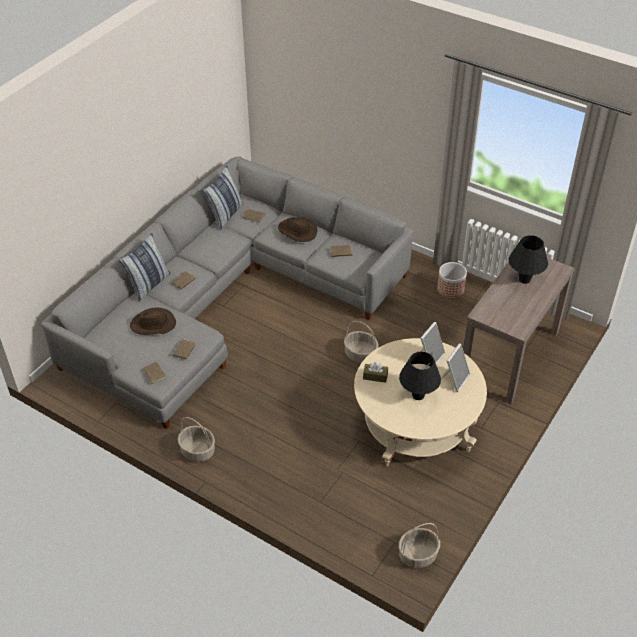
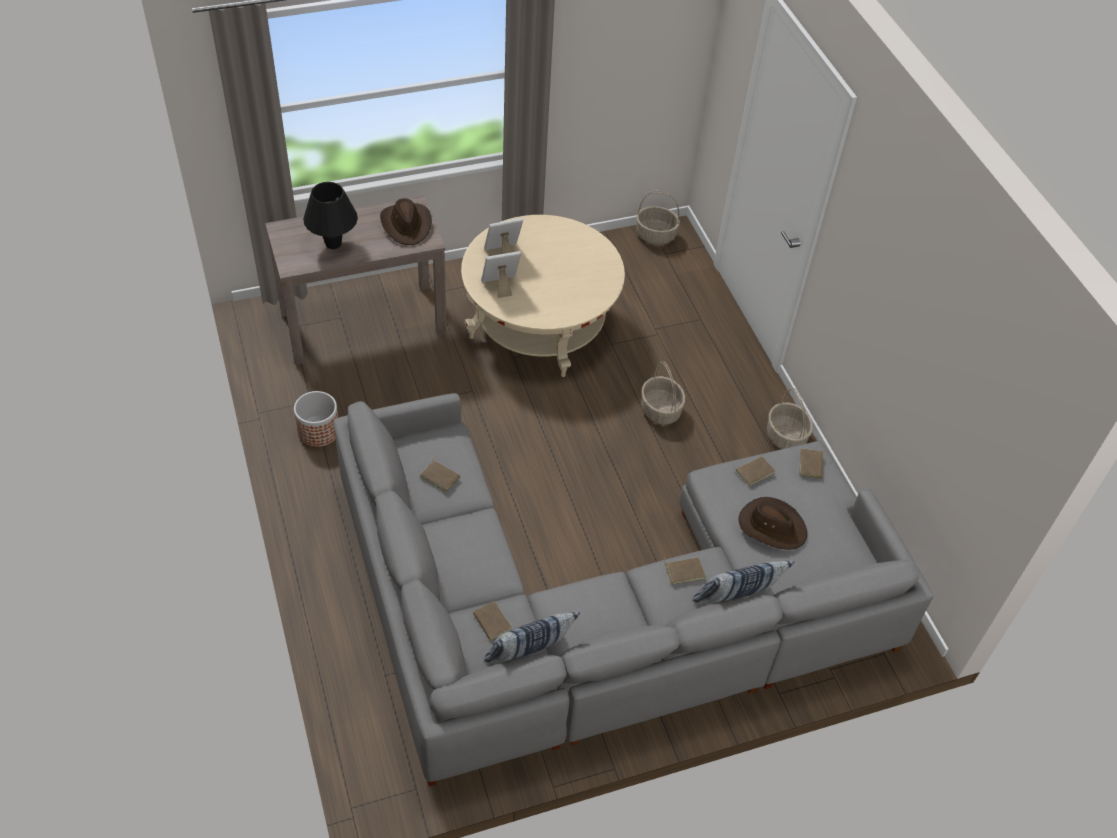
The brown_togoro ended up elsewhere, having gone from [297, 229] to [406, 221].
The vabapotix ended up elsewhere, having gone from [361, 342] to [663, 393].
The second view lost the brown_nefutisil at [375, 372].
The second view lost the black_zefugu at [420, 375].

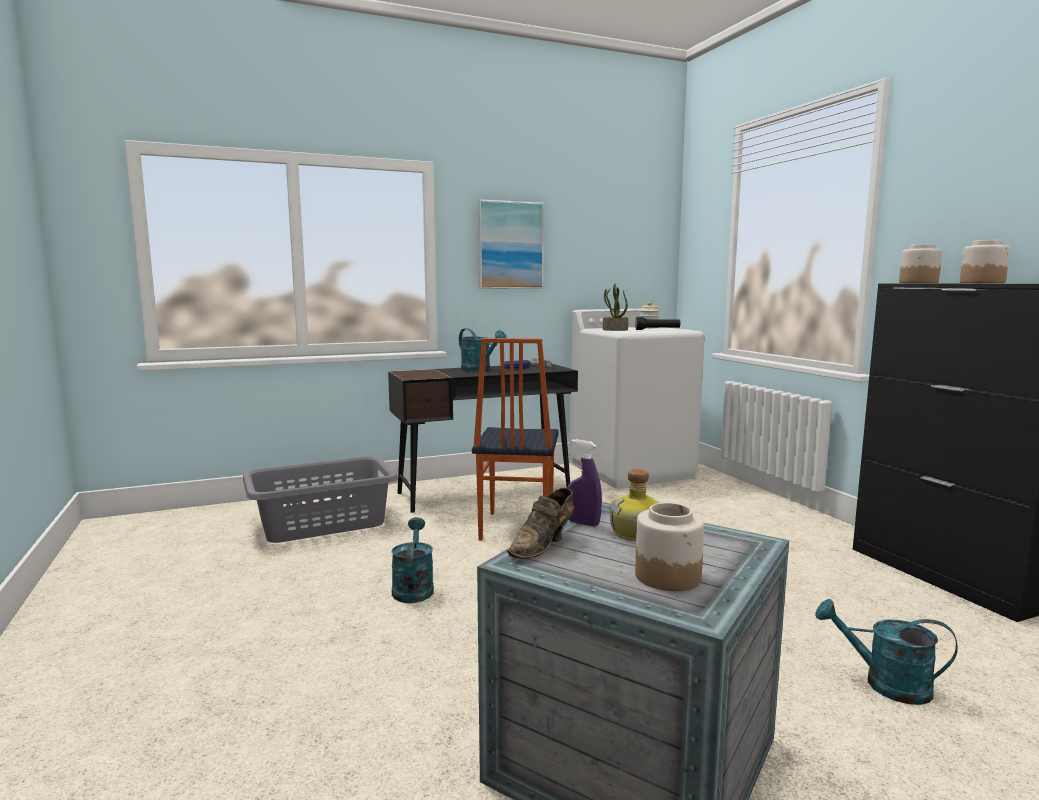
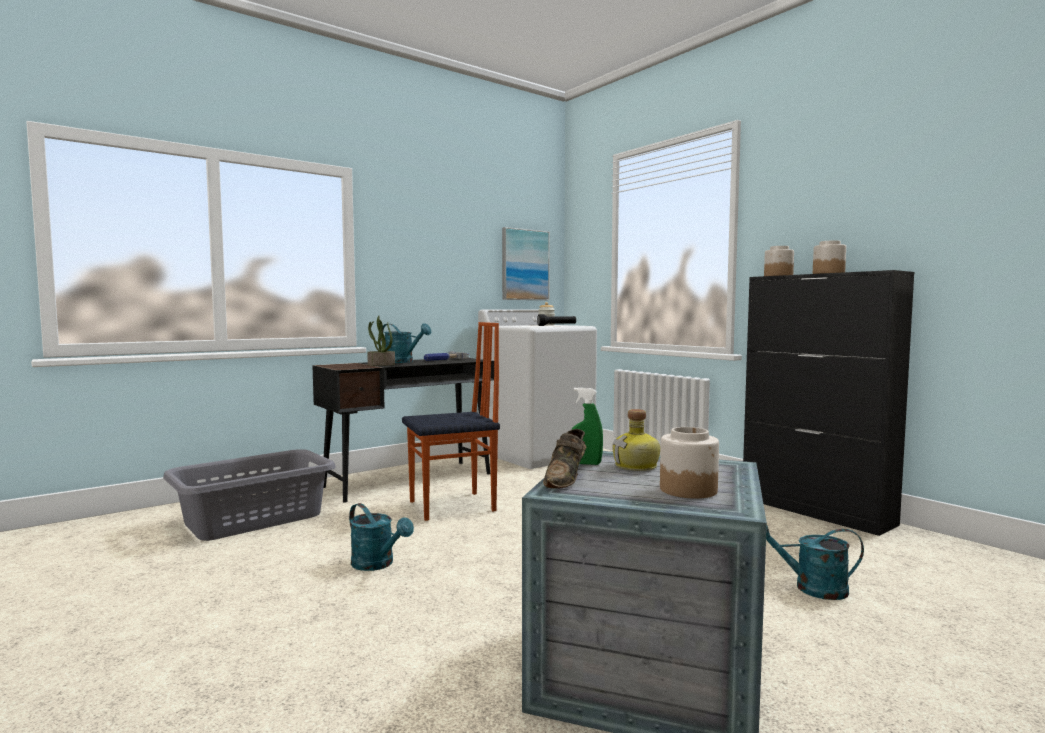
The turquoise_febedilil at [412, 560] ended up facing another way, 150 degrees clockwise from before.
The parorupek ended up elsewhere, having gone from [615, 307] to [381, 341].
The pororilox at [515, 439] ended up facing another way, 105 degrees counterclockwise from before.
The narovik ended up elsewhere, having gone from [511, 244] to [526, 263].
What was the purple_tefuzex at [584, 483] turned into the green_tefuzex at [587, 426].

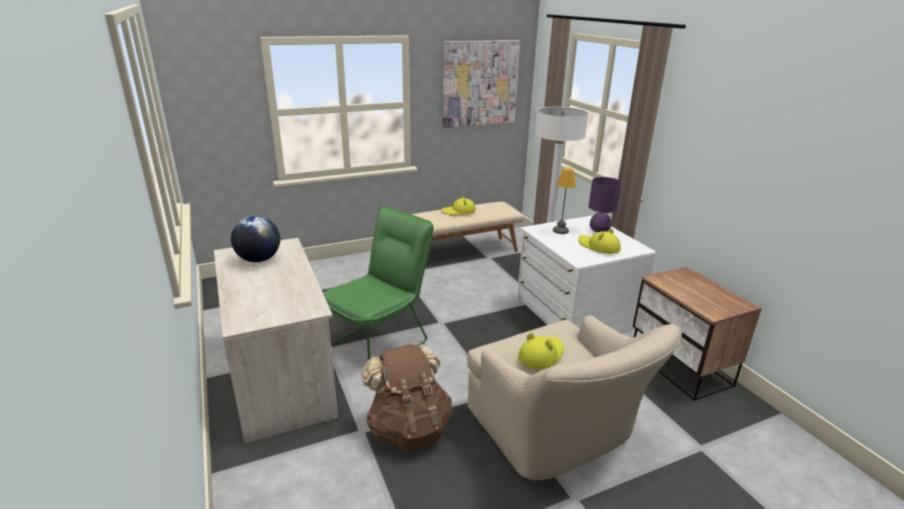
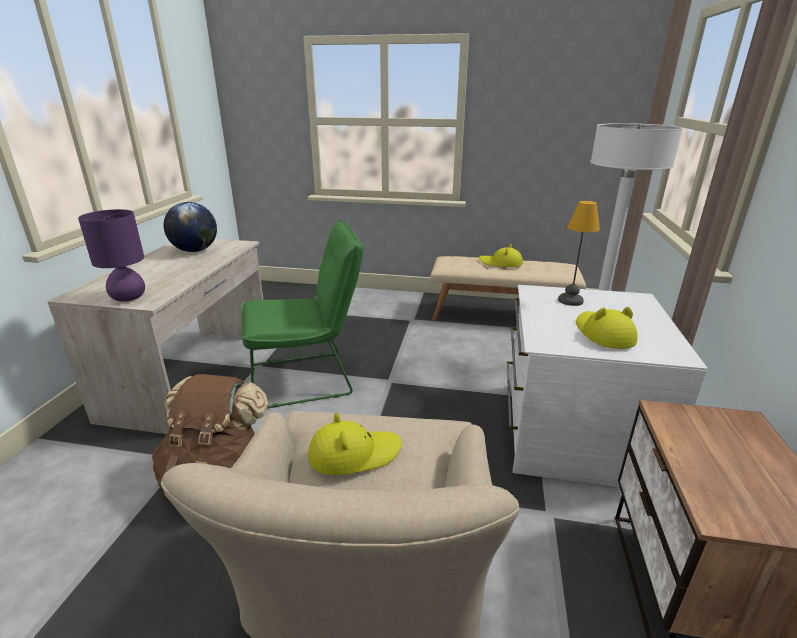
The purple_zefugu ended up elsewhere, having gone from [605, 204] to [111, 255].
The second view lost the narovik at [481, 84].

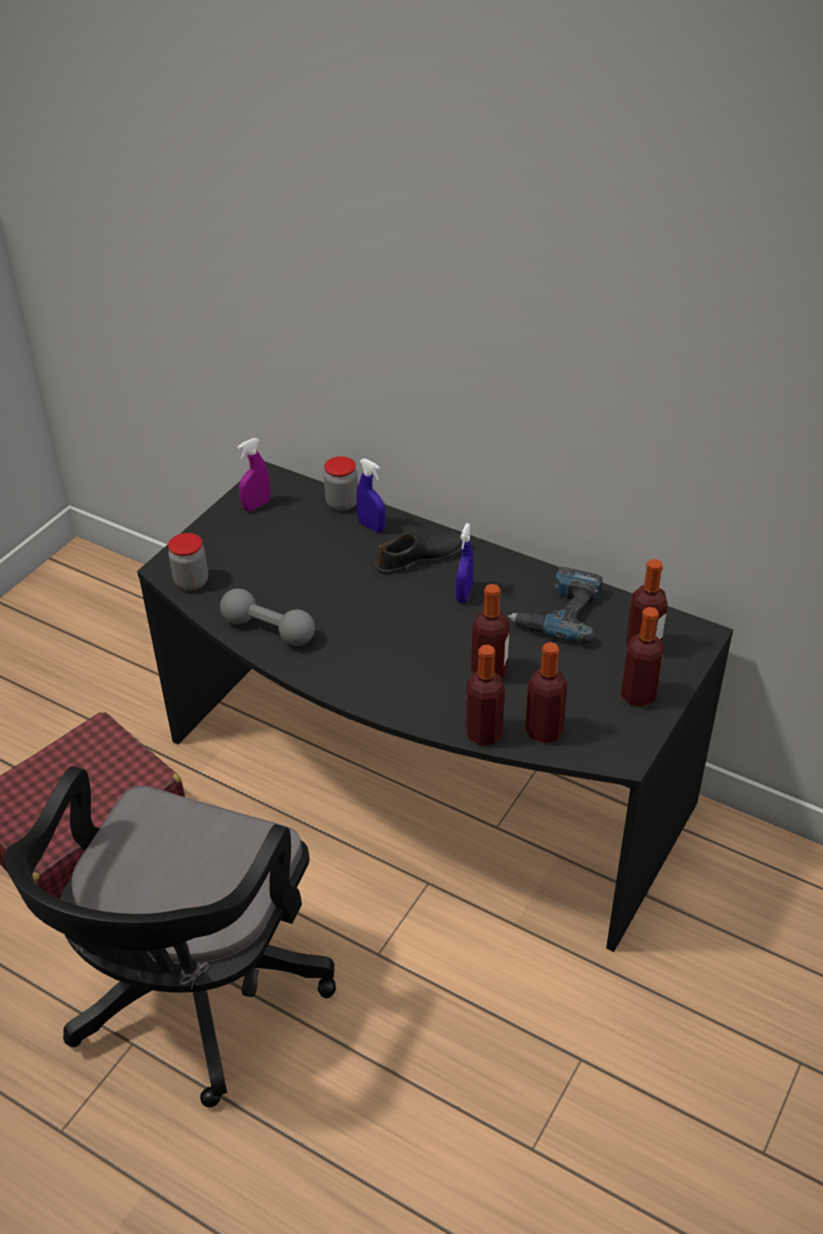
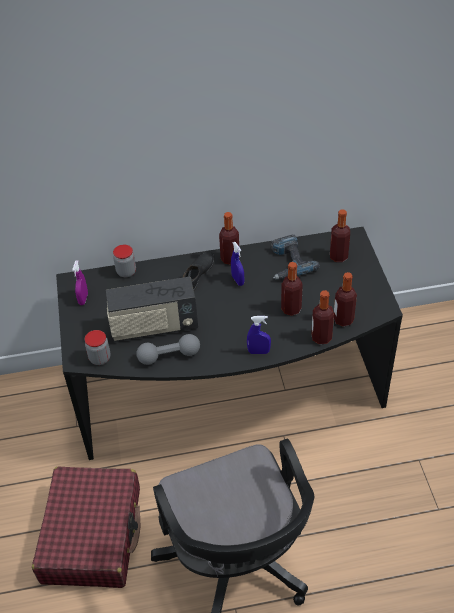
The second view gained the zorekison at [152, 309].
The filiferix ended up elsewhere, having gone from [642, 657] to [229, 238].
The blue_tefuzex ended up elsewhere, having gone from [371, 495] to [259, 335].

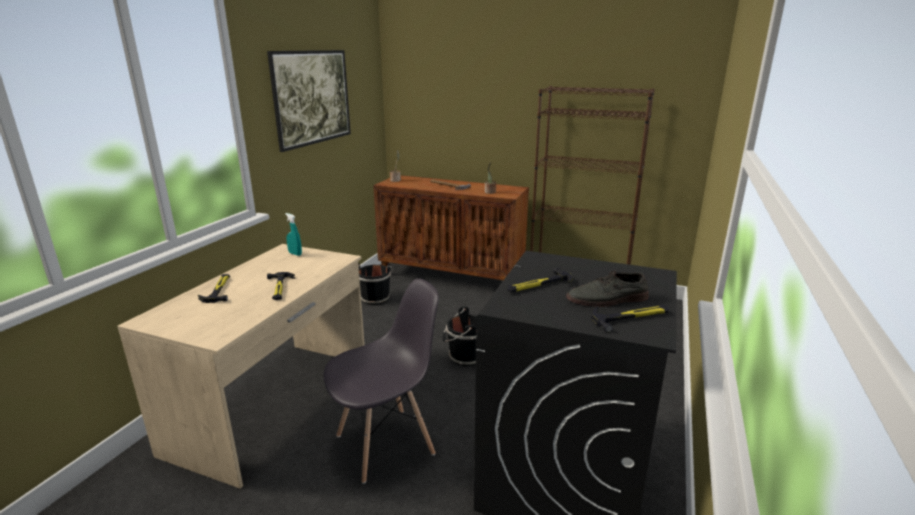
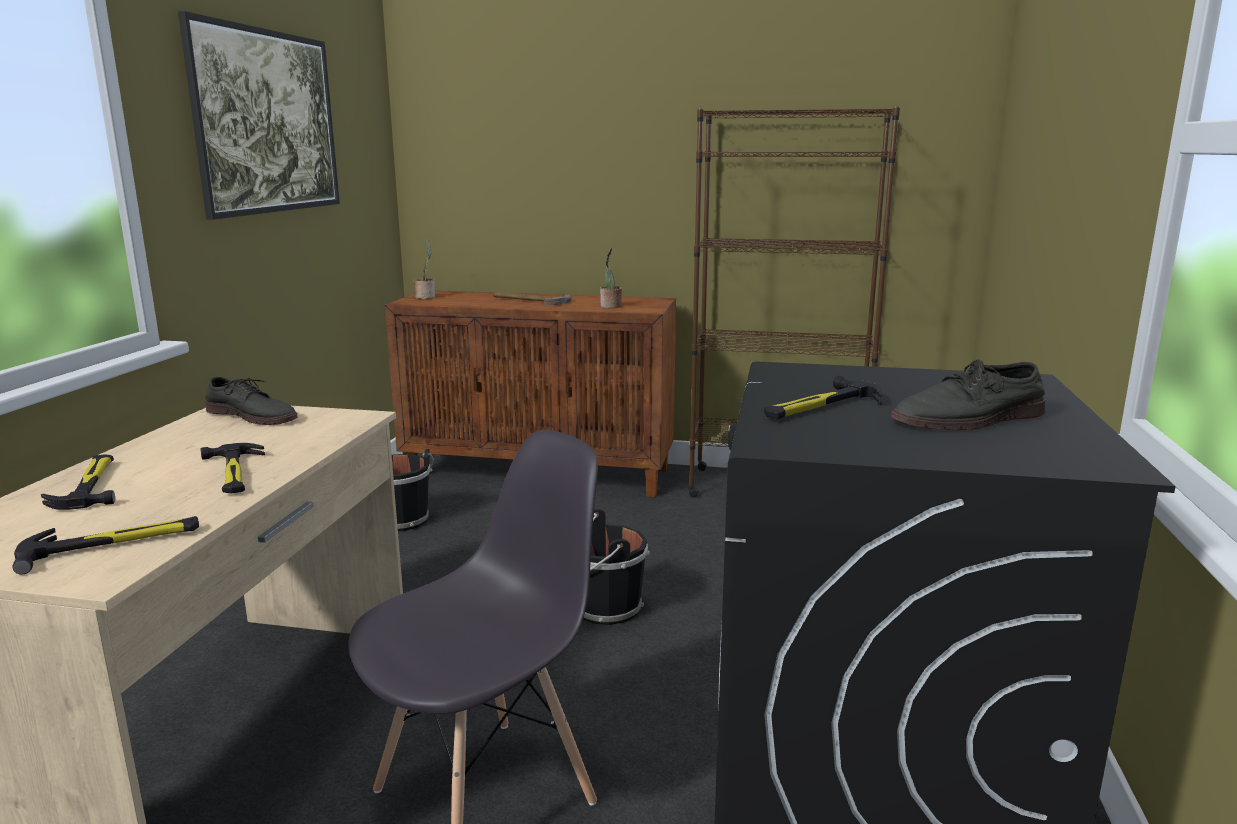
The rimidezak ended up elsewhere, having gone from [630, 318] to [105, 545].
Where the turquoise_tefuzex stood at [293, 234], the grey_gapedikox came to stand at [251, 401].

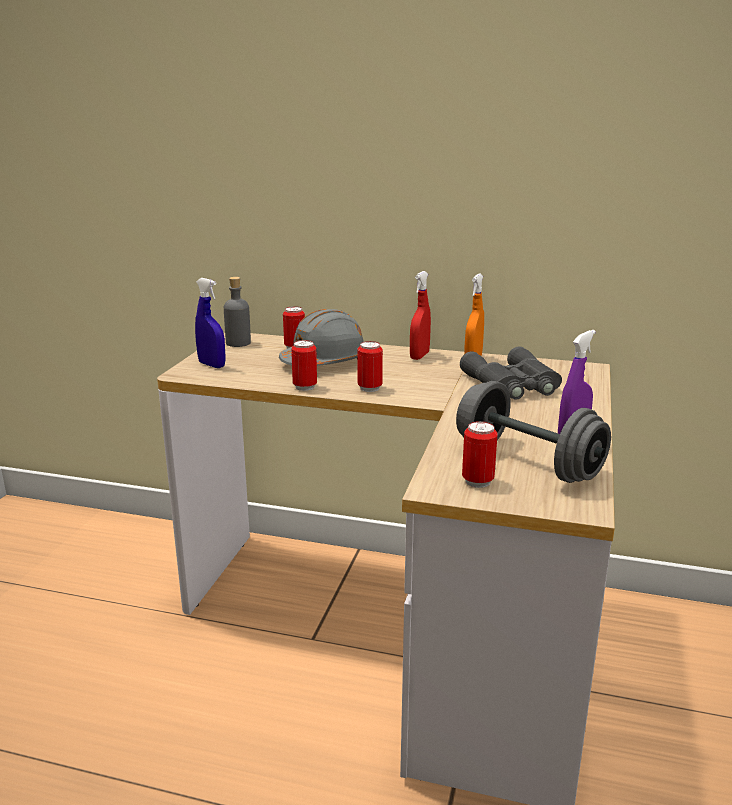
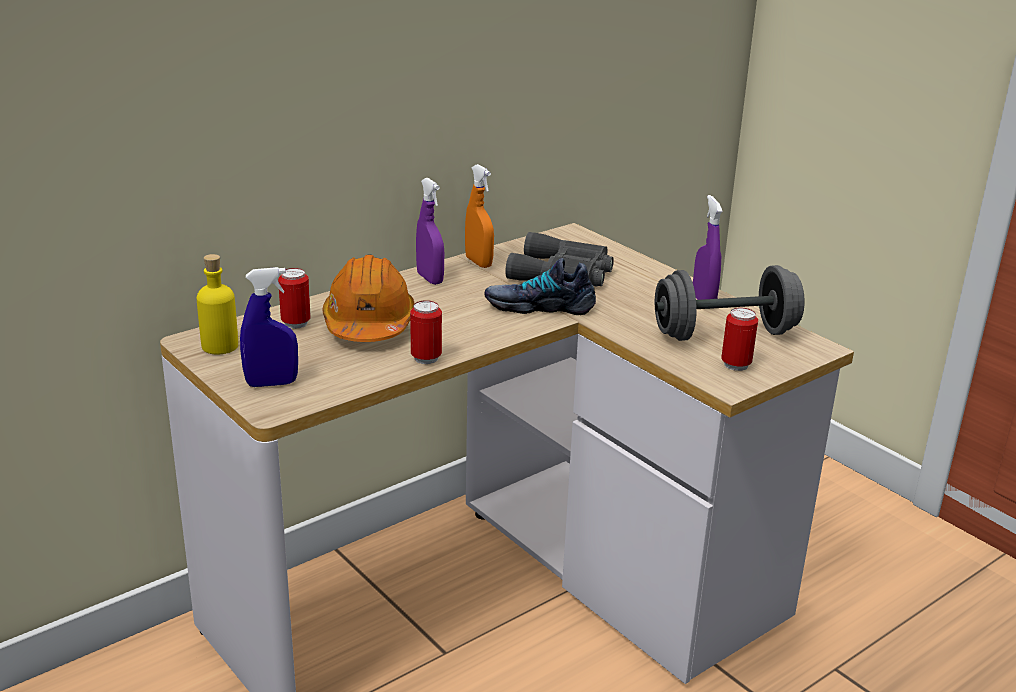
What was the grey_filiferix at [237, 312] turned into the yellow_filiferix at [217, 304].
What was the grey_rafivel at [321, 337] turned into the orange_rafivel at [368, 298].
What was the red_tefuzex at [420, 315] turned into the purple_tefuzex at [430, 231].
The second view gained the gapedikox at [540, 286].
The second view lost the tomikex at [370, 366].

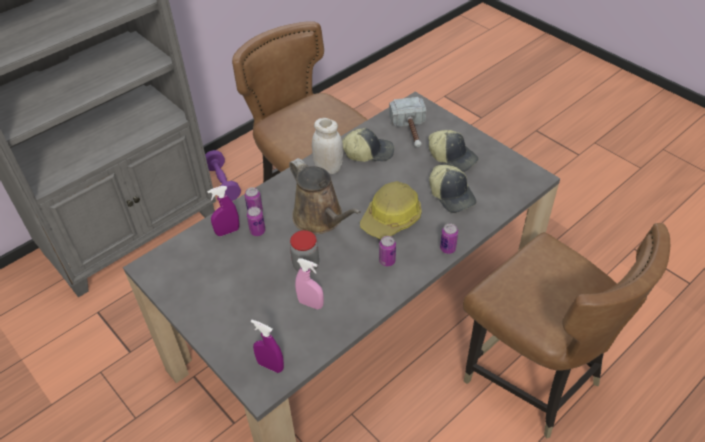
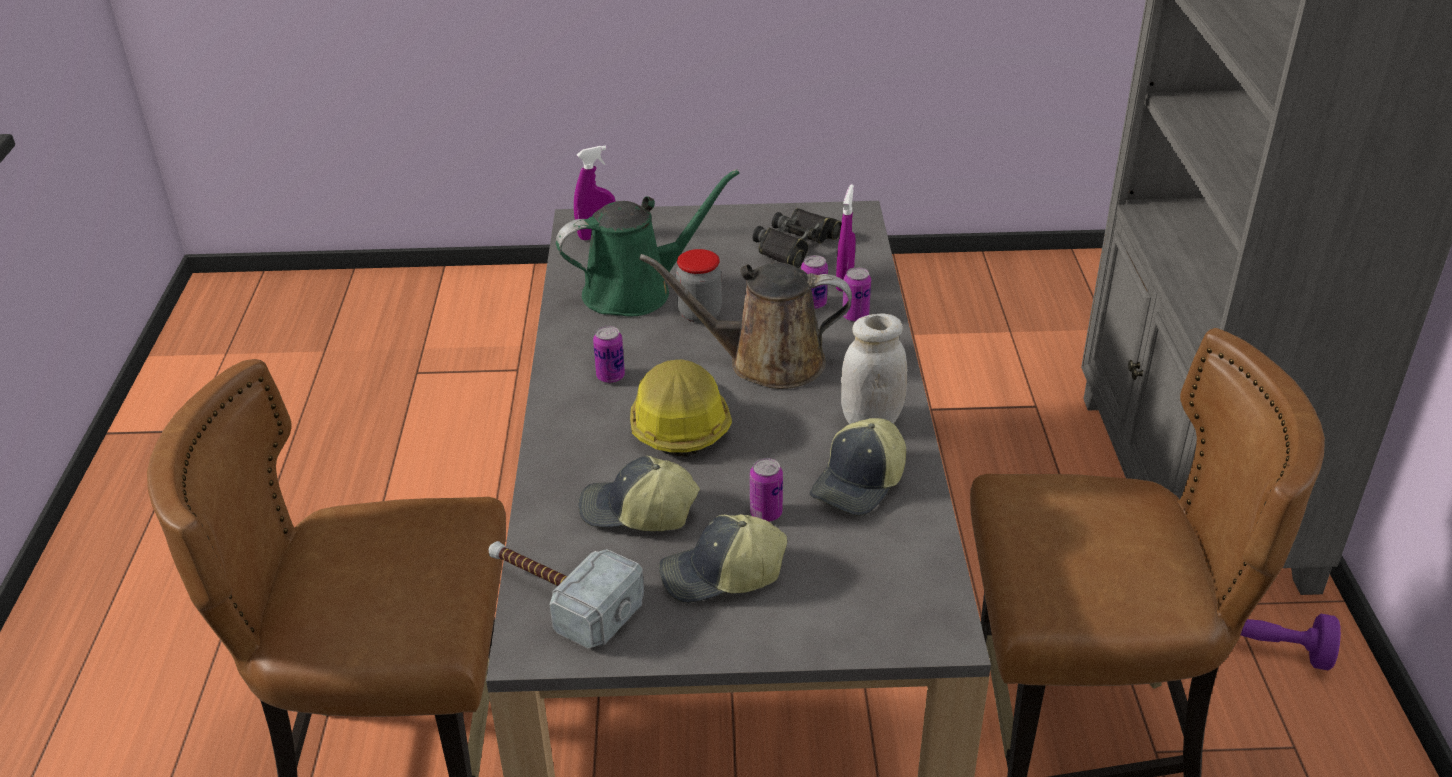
The rimidezak ended up elsewhere, having gone from [407, 122] to [566, 594].
Where the pink_tefuzex stood at [309, 283], the green_febedilil came to stand at [648, 243].
The tomikex ended up elsewhere, having gone from [449, 238] to [766, 490].
The second view gained the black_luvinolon at [797, 238].

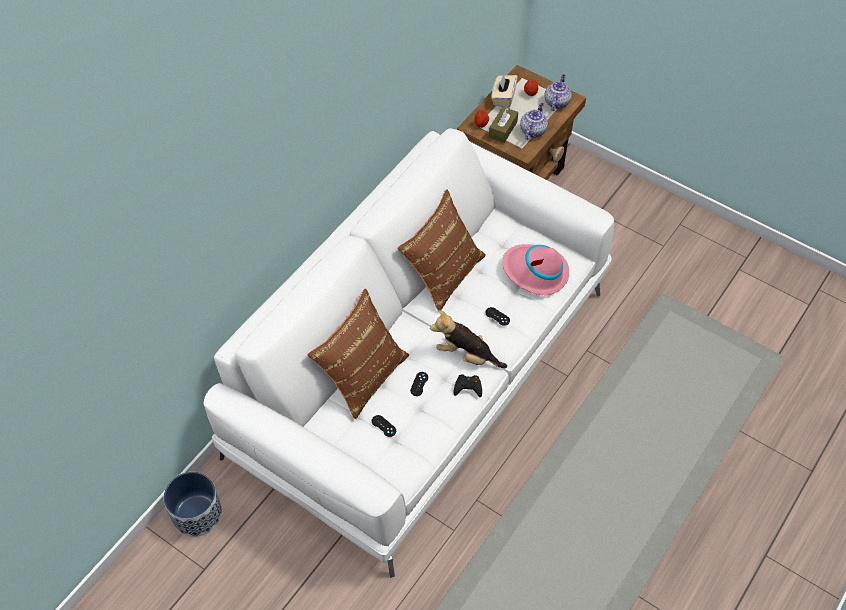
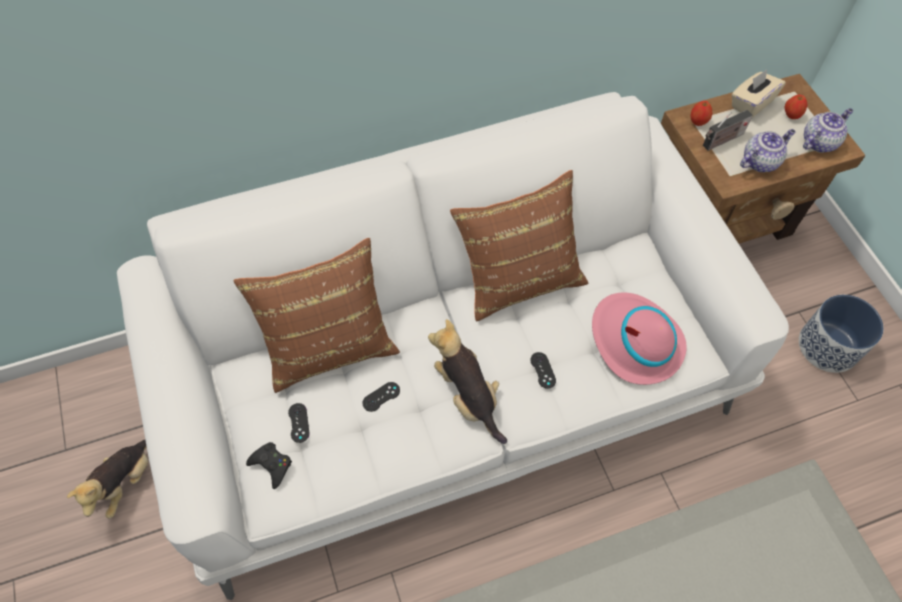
The second view gained the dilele at [107, 479].
The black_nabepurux ended up elsewhere, having gone from [467, 386] to [269, 465].
Where the brown_nefutisil stood at [503, 125], the zorekison came to stand at [728, 130].
The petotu ended up elsewhere, having gone from [193, 504] to [841, 334].

